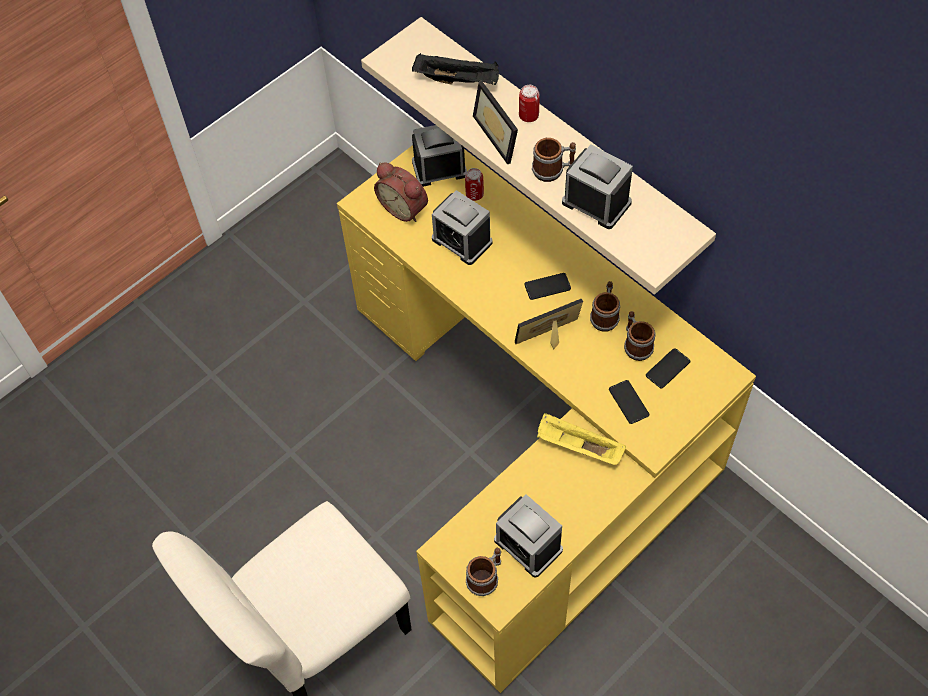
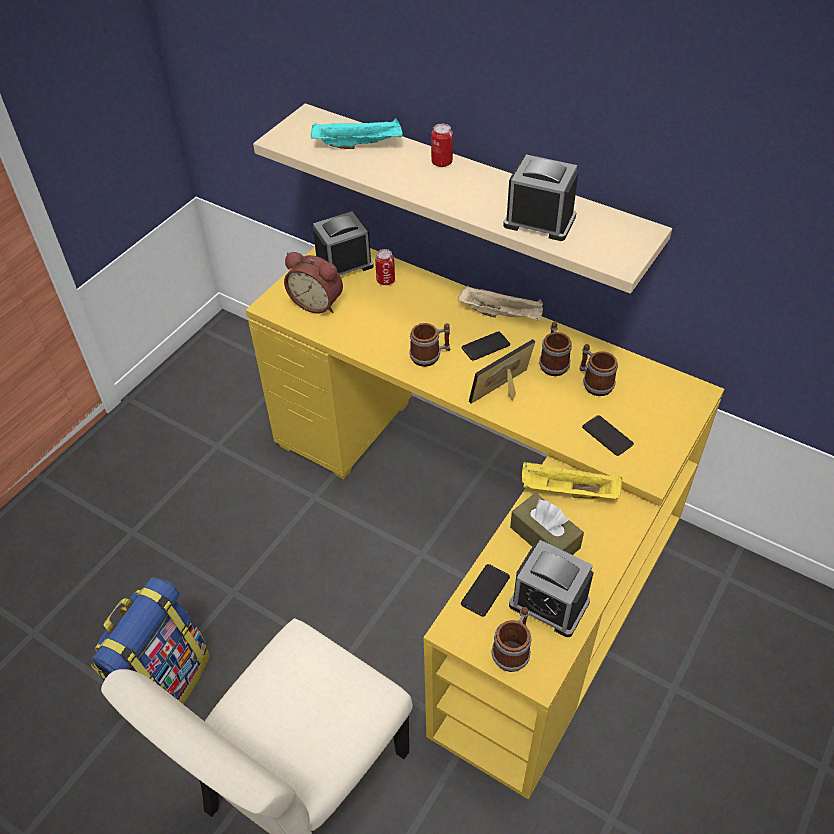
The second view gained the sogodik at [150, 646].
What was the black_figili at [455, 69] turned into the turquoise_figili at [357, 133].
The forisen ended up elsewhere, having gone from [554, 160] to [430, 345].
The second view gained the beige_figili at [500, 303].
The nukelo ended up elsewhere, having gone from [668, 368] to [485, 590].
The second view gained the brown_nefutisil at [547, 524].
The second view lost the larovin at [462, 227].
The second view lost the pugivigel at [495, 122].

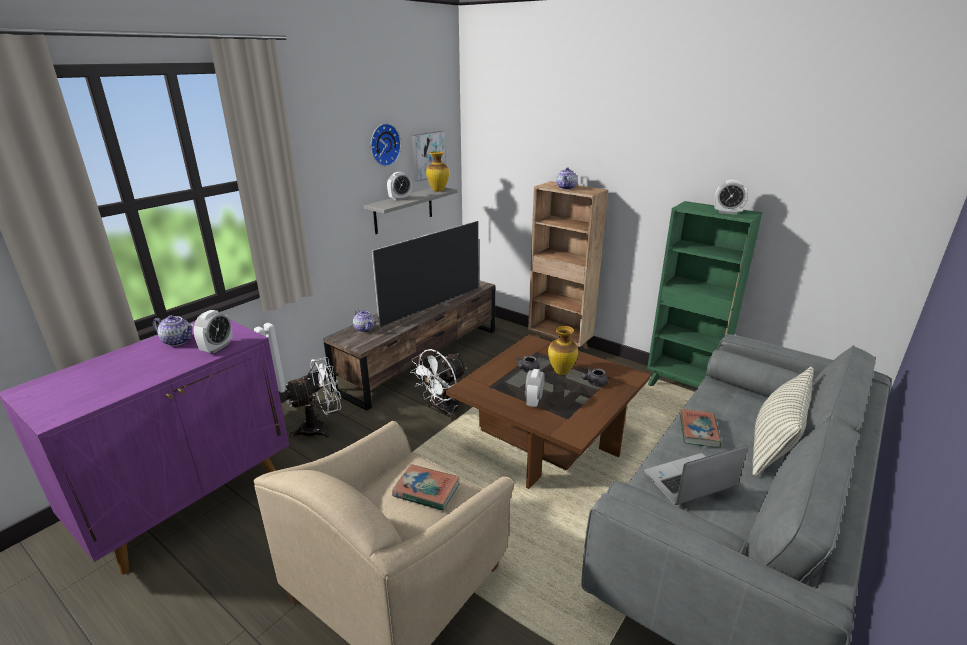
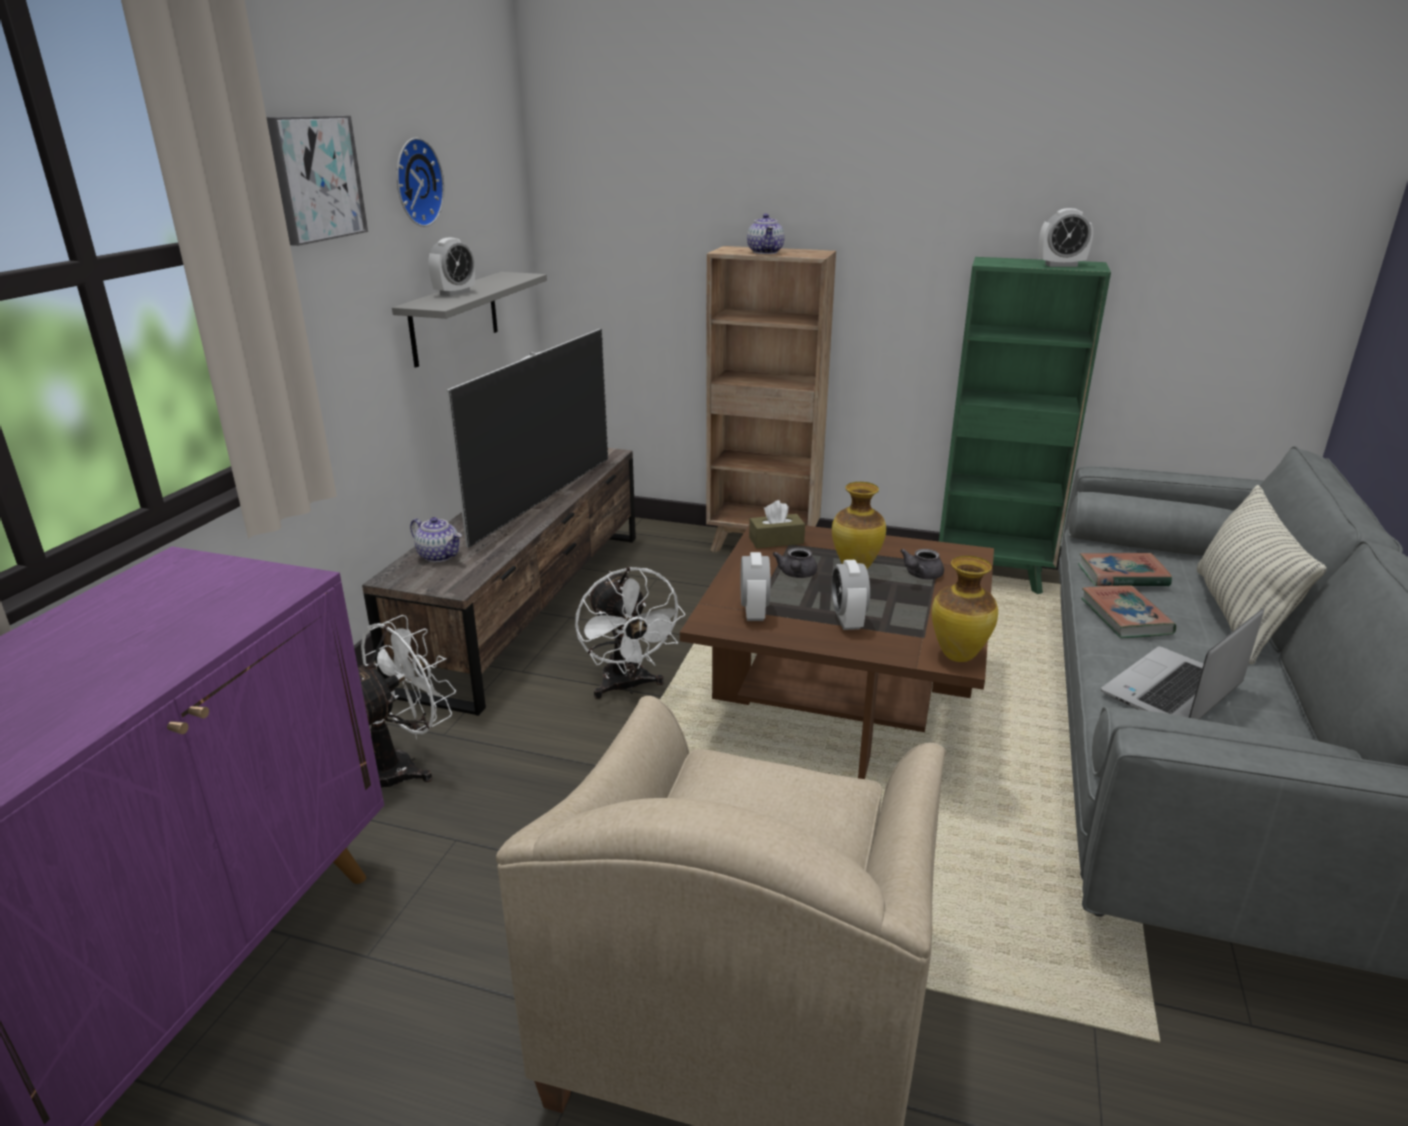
The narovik ended up elsewhere, having gone from [429, 156] to [317, 181].
The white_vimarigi at [438, 385] ended up facing another way, 45 degrees counterclockwise from before.
The larovin ended up elsewhere, having gone from [213, 332] to [755, 586].
The second view gained the brown_nefutisil at [777, 524].
The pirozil ended up elsewhere, having gone from [437, 171] to [965, 609].
The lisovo ended up elsewhere, having gone from [426, 487] to [1125, 569].
The second view lost the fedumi at [173, 330].

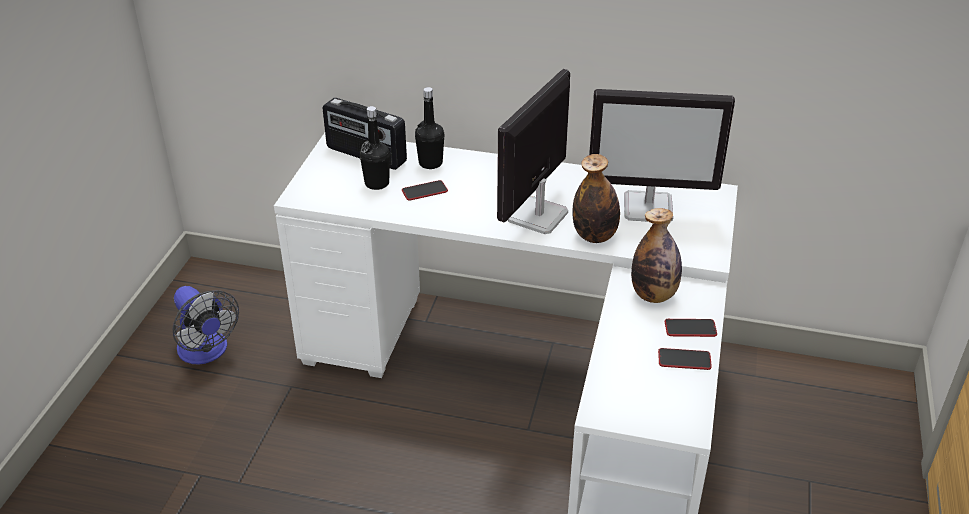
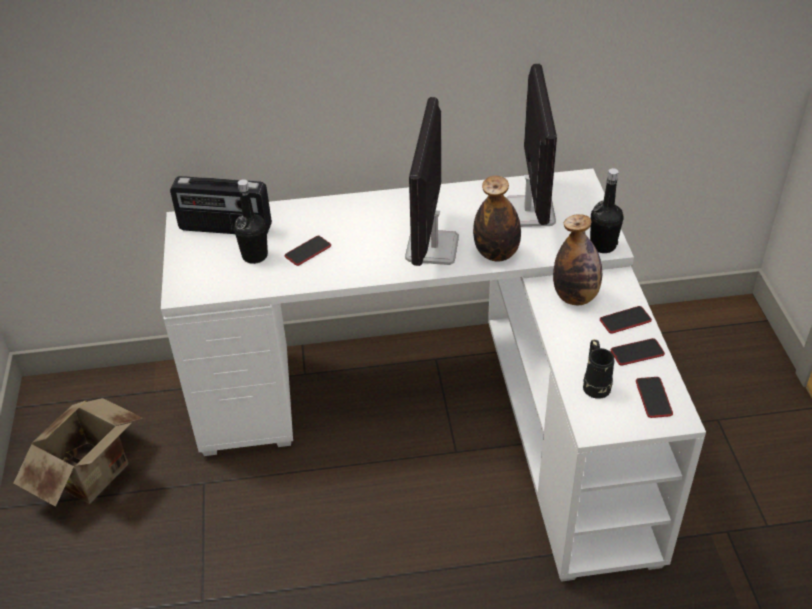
Where the vimarigi stood at [206, 325], the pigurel came to stand at [78, 452].
The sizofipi at [661, 155] ended up facing another way, 75 degrees counterclockwise from before.
The second view gained the black_forisen at [599, 369].
The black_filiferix ended up elsewhere, having gone from [429, 128] to [607, 210].
The second view gained the nukelo at [654, 397].

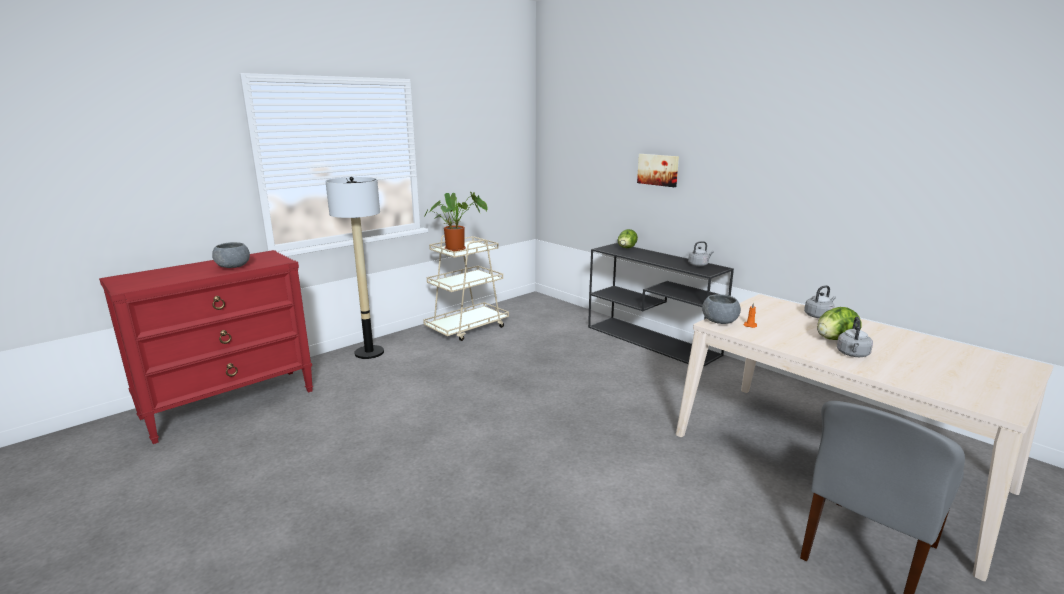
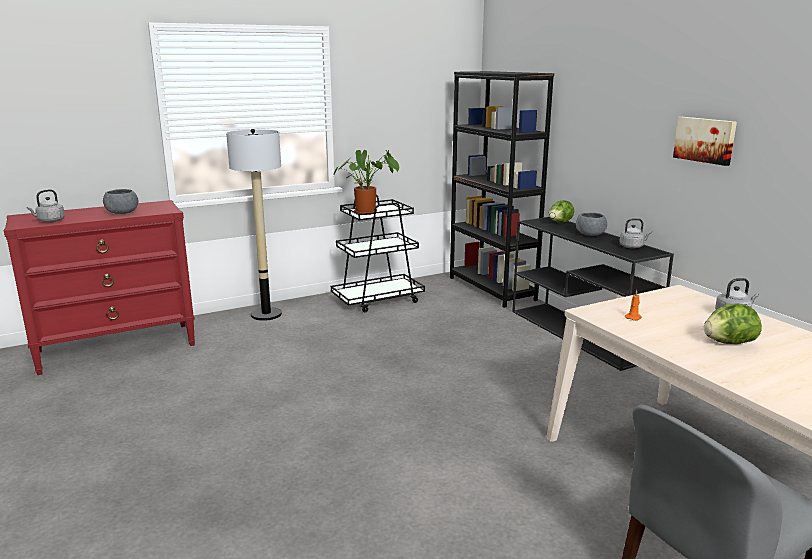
The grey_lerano ended up elsewhere, having gone from [855, 337] to [46, 205].
What was the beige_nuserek at [466, 288] turned into the black_nuserek at [378, 253].
The second view gained the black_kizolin at [502, 189].
The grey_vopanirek ended up elsewhere, having gone from [721, 309] to [591, 224].
The narovik ended up elsewhere, having gone from [658, 170] to [705, 141].

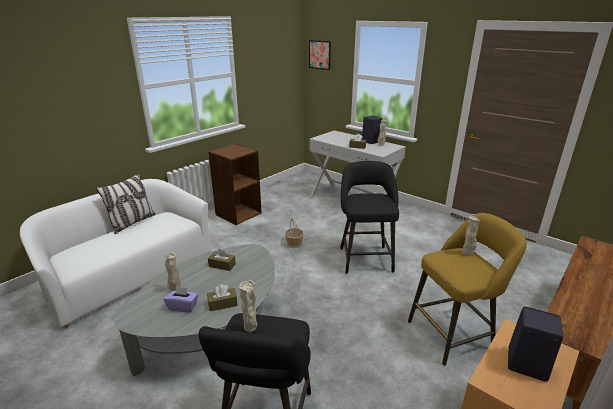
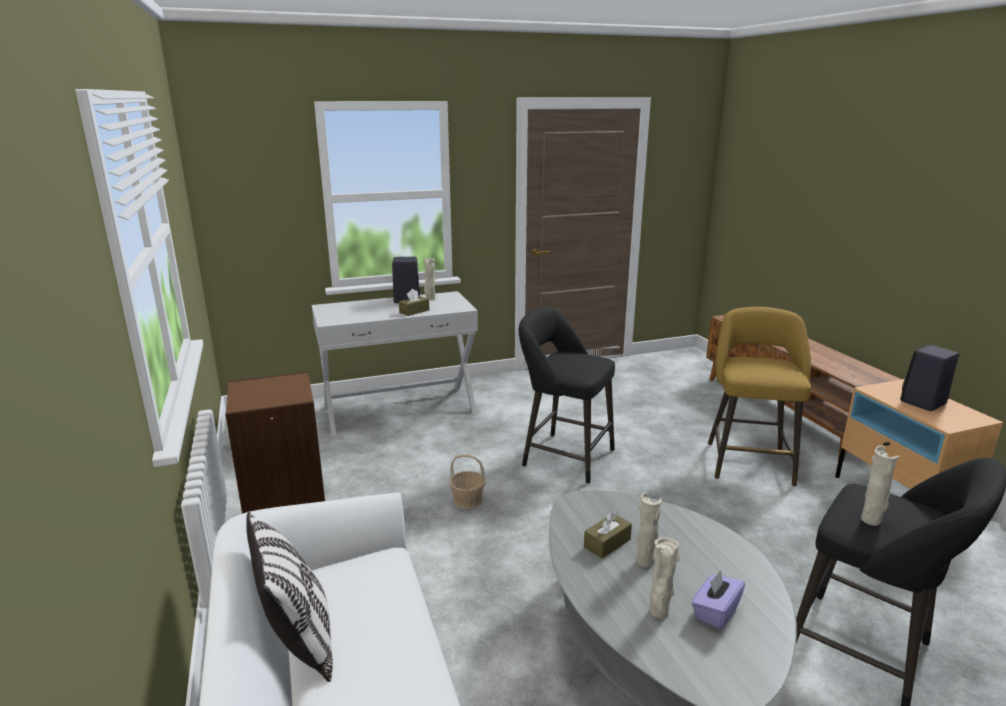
The beige_pirozil ended up elsewhere, having gone from [471, 235] to [649, 529].
The second view lost the brown_nefutisil at [222, 297].
The second view lost the narovik at [320, 55].

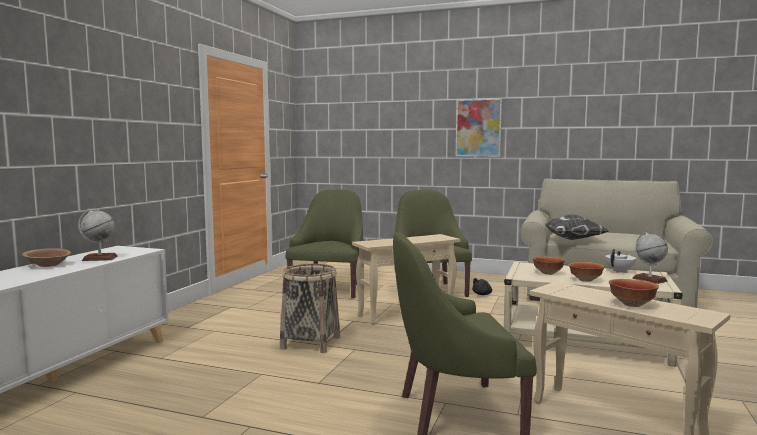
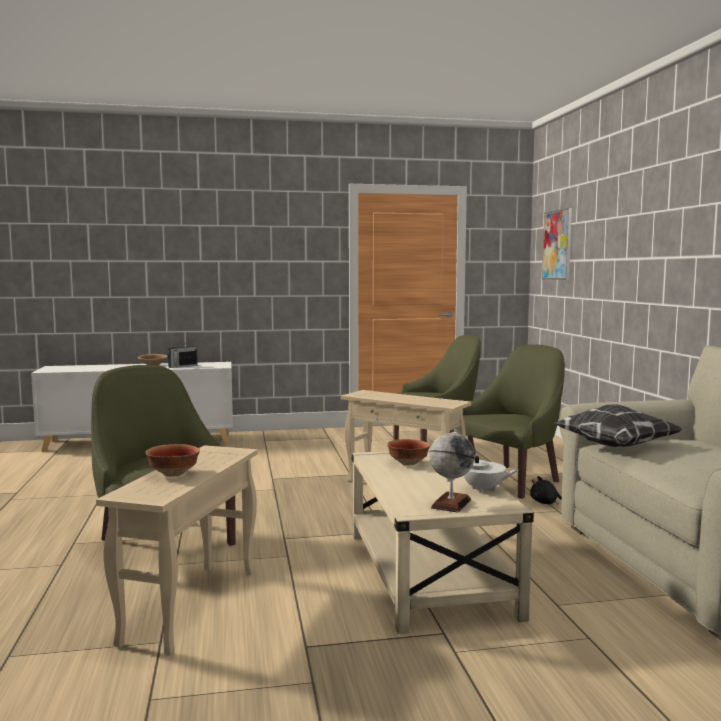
Where the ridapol stood at [98, 235], the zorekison came to stand at [182, 354].
The narovik ended up elsewhere, having gone from [479, 127] to [557, 244].
The second view lost the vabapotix at [310, 308].
The second view lost the vopanirek at [586, 272].

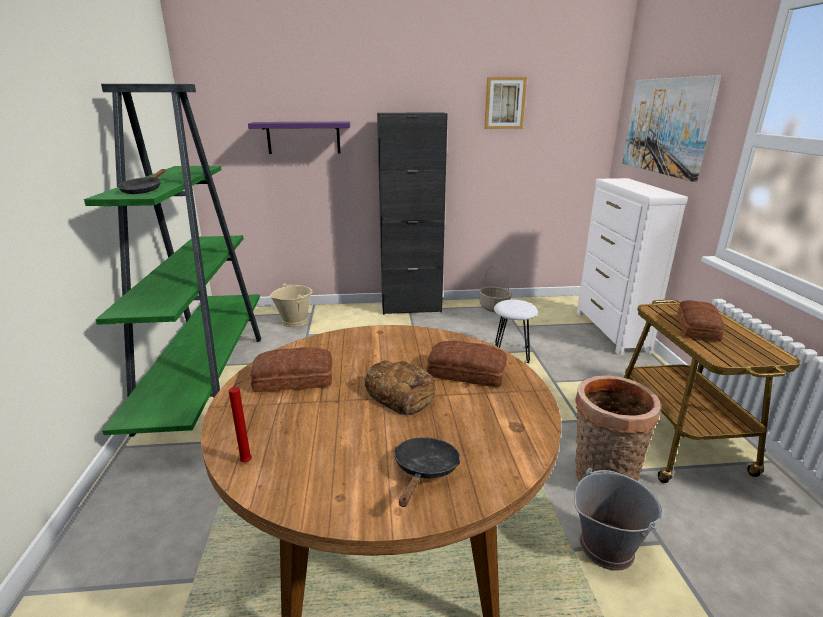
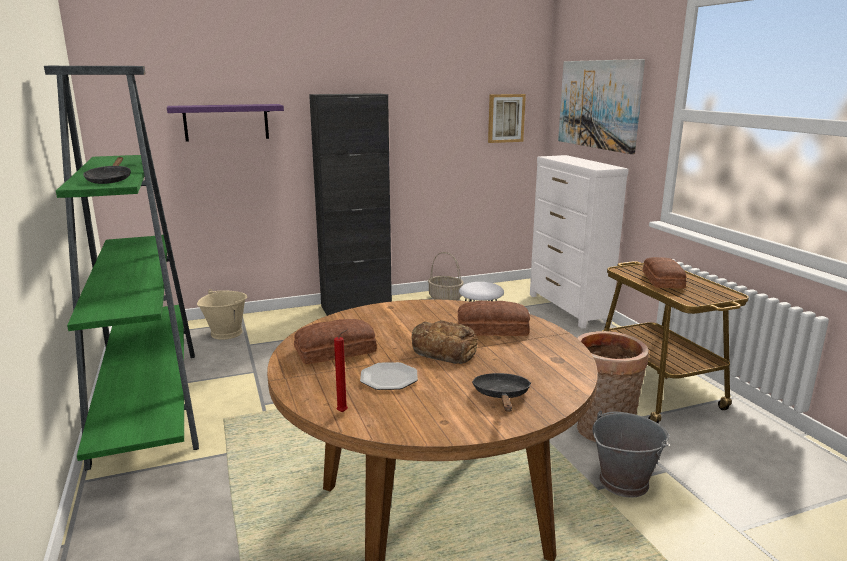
The second view gained the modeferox at [389, 376].
The narovik ended up elsewhere, having gone from [505, 103] to [507, 118].

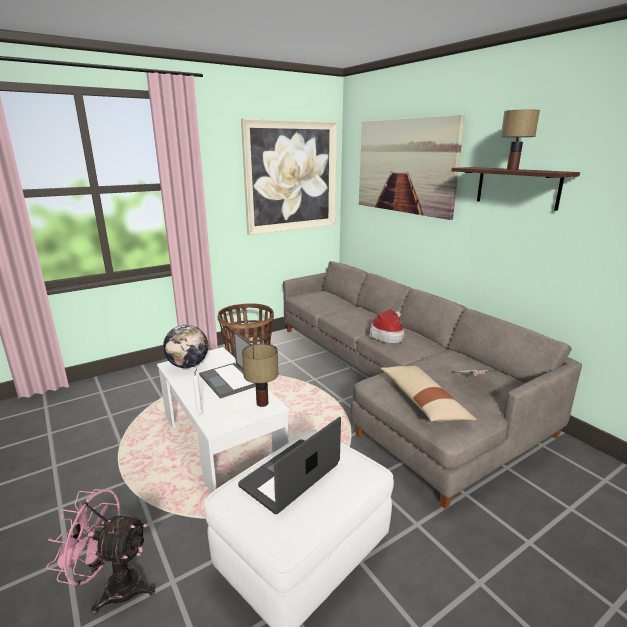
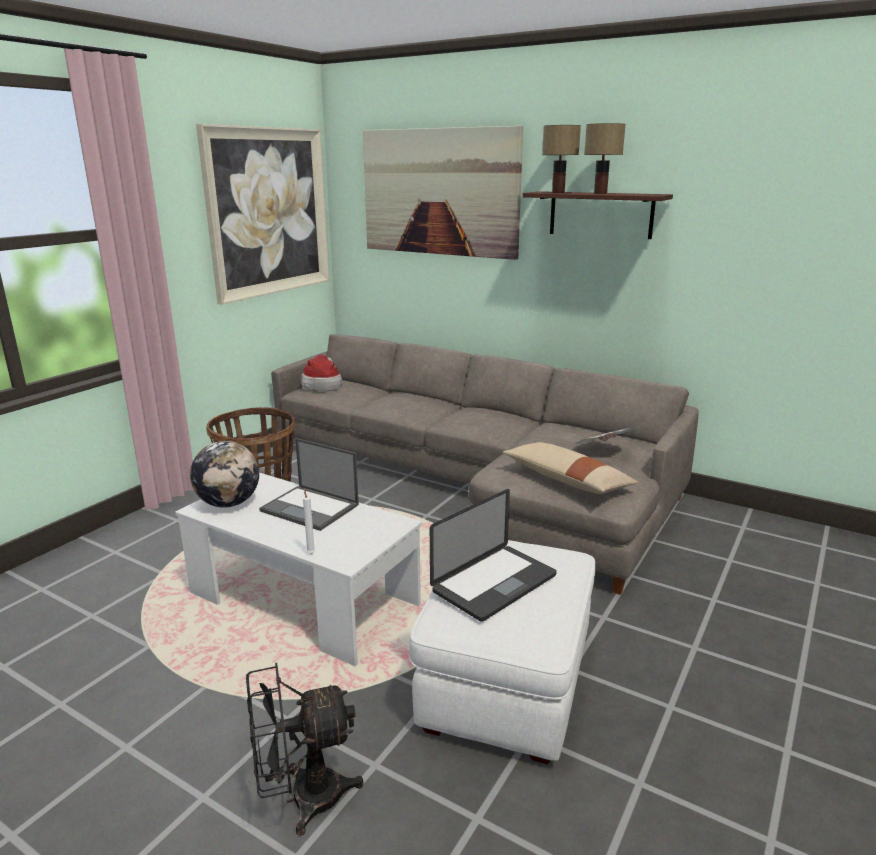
What was the pink_vimarigi at [100, 552] turned into the black_vimarigi at [305, 749].
The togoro ended up elsewhere, having gone from [387, 326] to [321, 373].
The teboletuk at [289, 465] ended up facing another way, 150 degrees counterclockwise from before.
The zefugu ended up elsewhere, having gone from [260, 375] to [561, 159].

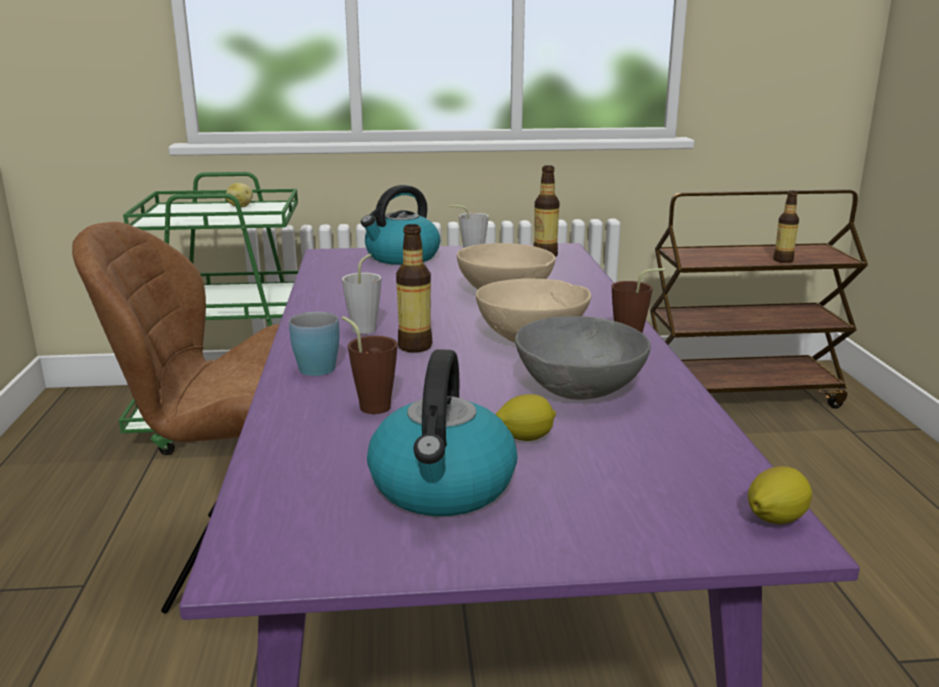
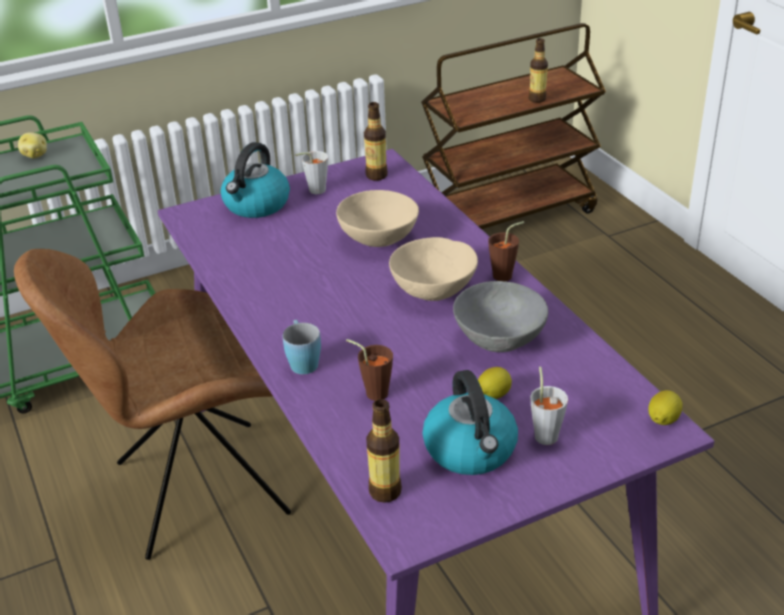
The filiferix ended up elsewhere, having gone from [414, 288] to [384, 451].
The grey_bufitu ended up elsewhere, having gone from [361, 294] to [549, 406].

